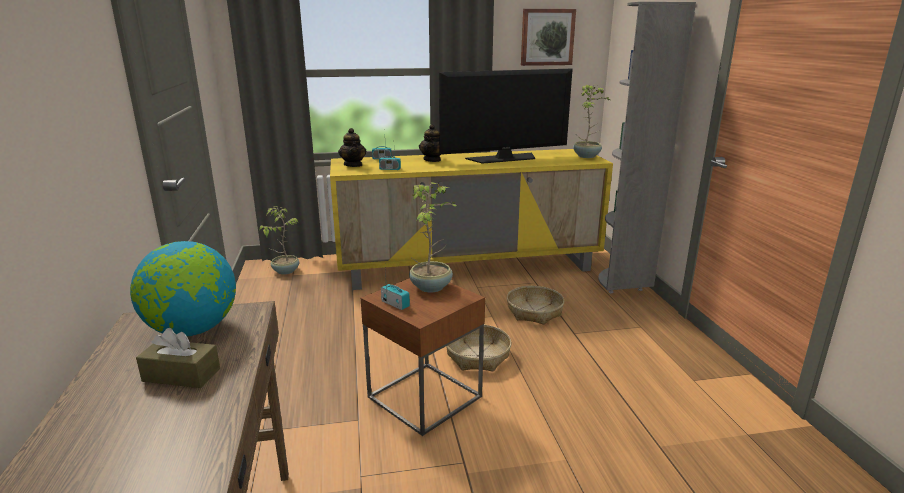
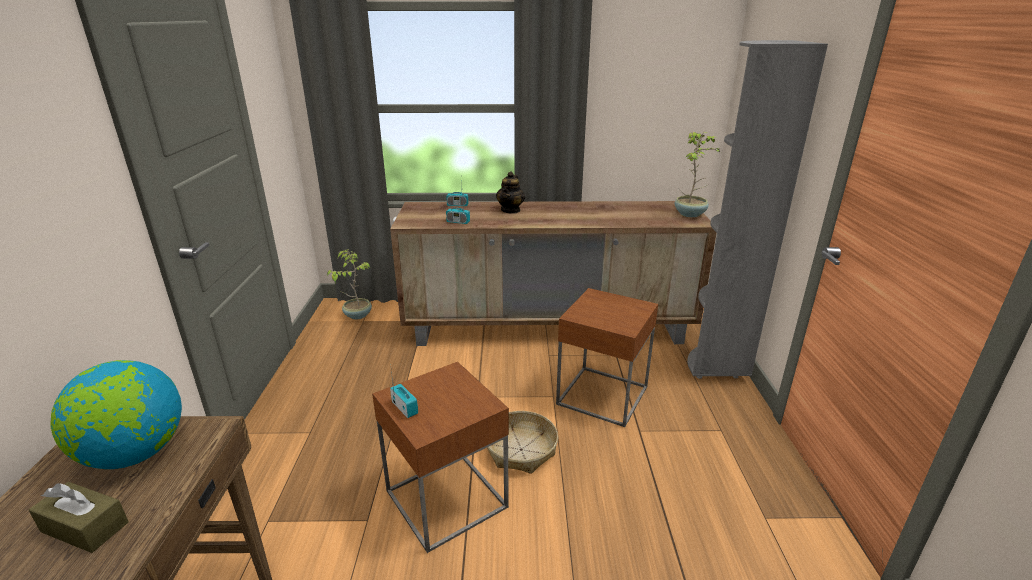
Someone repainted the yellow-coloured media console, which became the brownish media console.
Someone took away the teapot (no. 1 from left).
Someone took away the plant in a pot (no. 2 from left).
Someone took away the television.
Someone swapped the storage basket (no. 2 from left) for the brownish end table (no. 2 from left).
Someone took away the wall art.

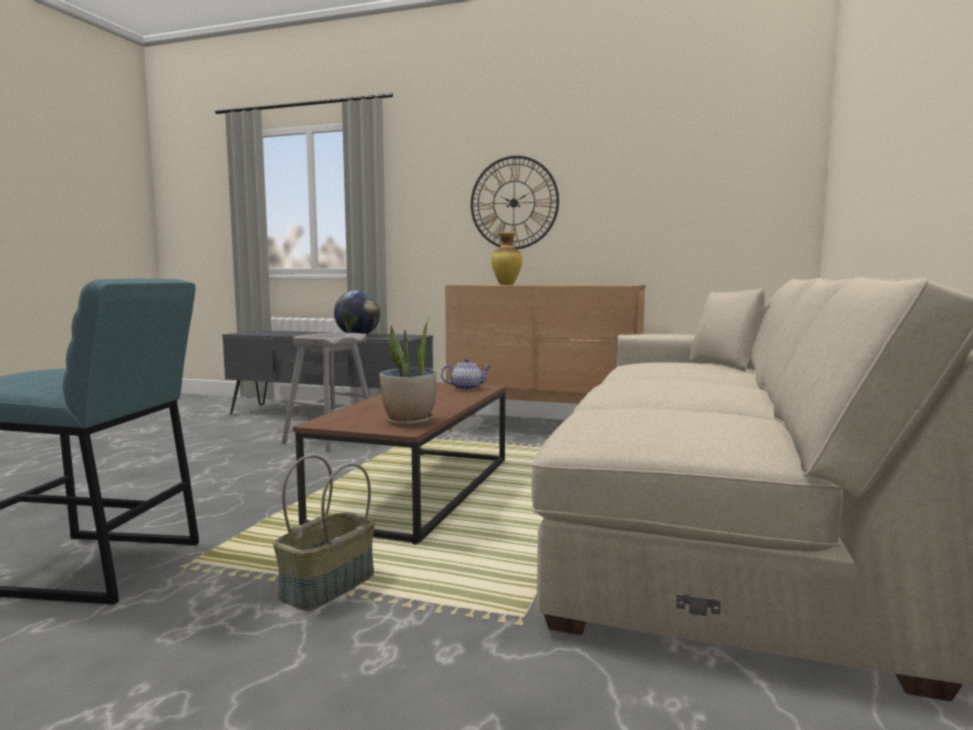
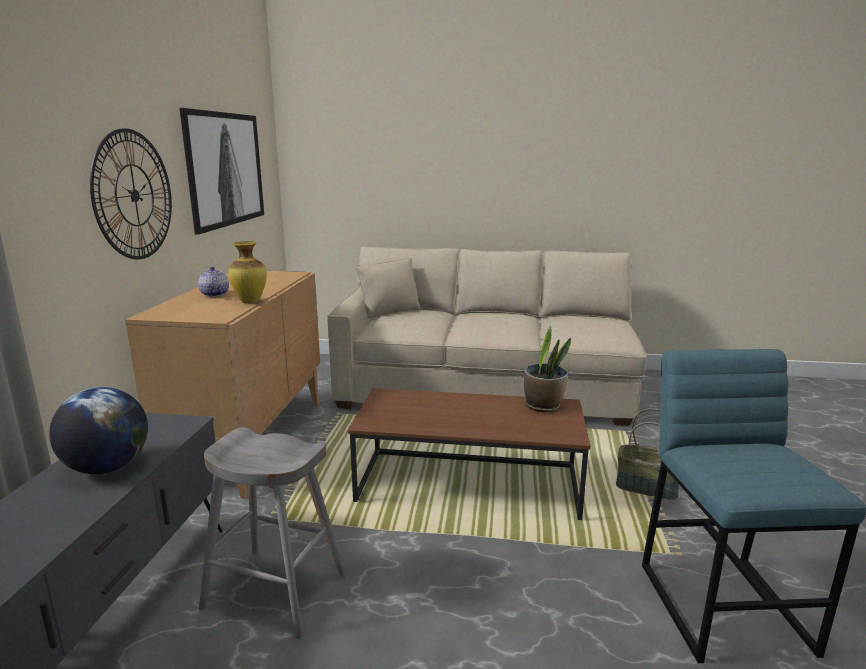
Someone carried the teapot.
Someone put up the wall art.

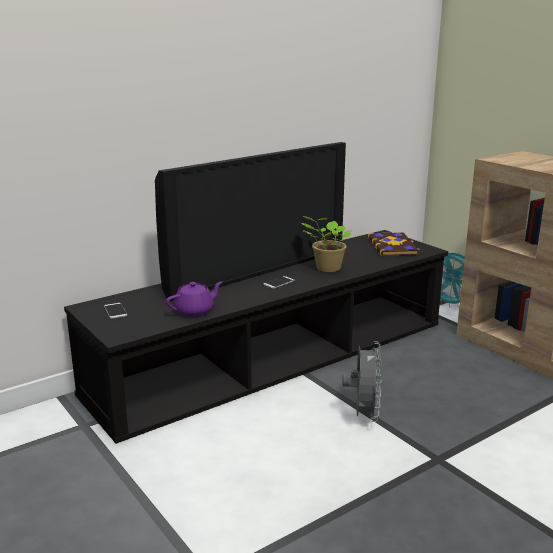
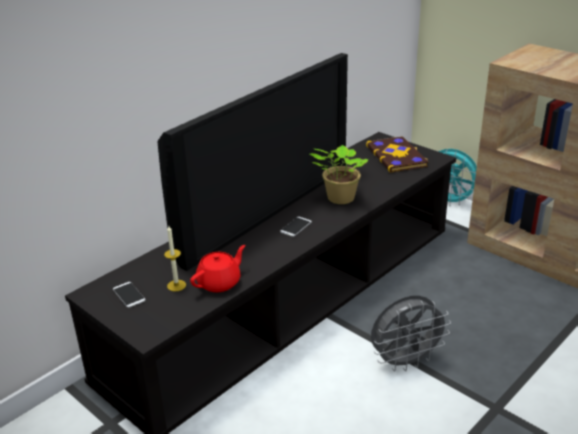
Someone repainted the purplish teapot, which became the red-coloured teapot.
Someone rotated the gray electric fan by 75 degrees clockwise.
Someone put down the candle.

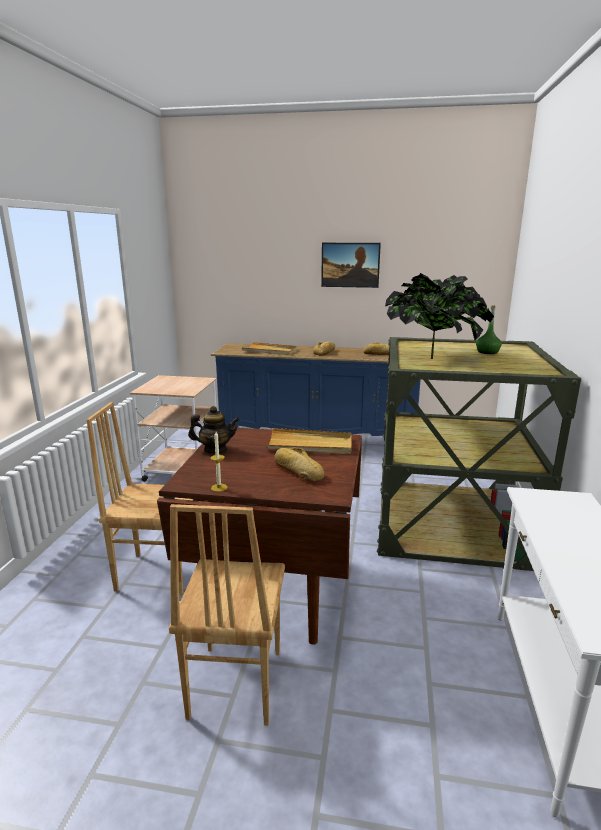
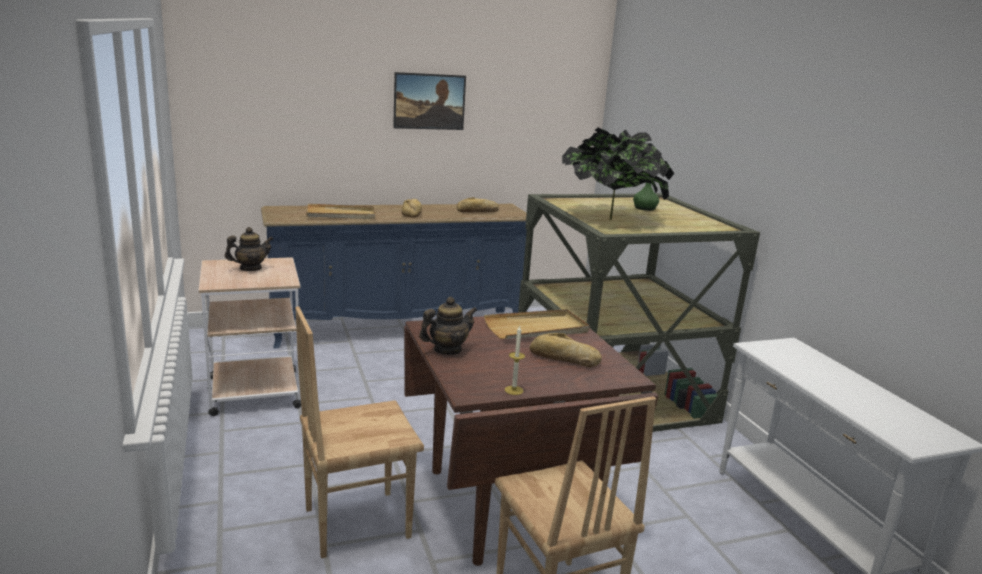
Someone put down the teapot (no. 1 from left).

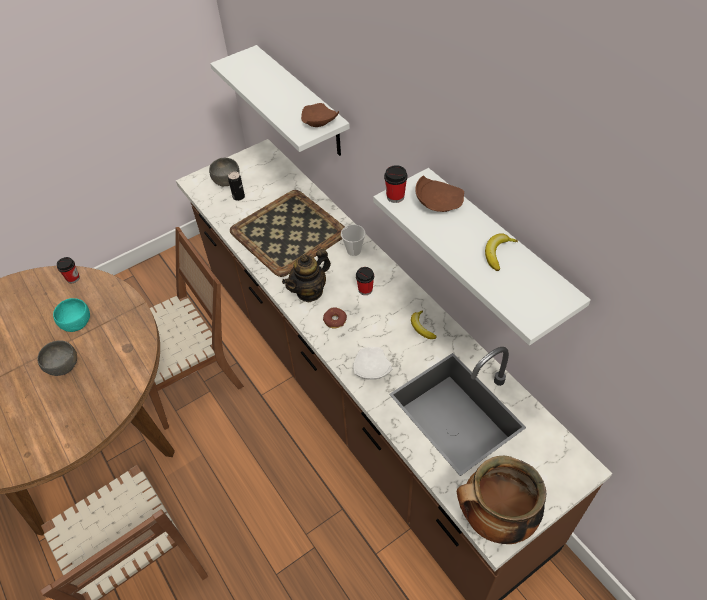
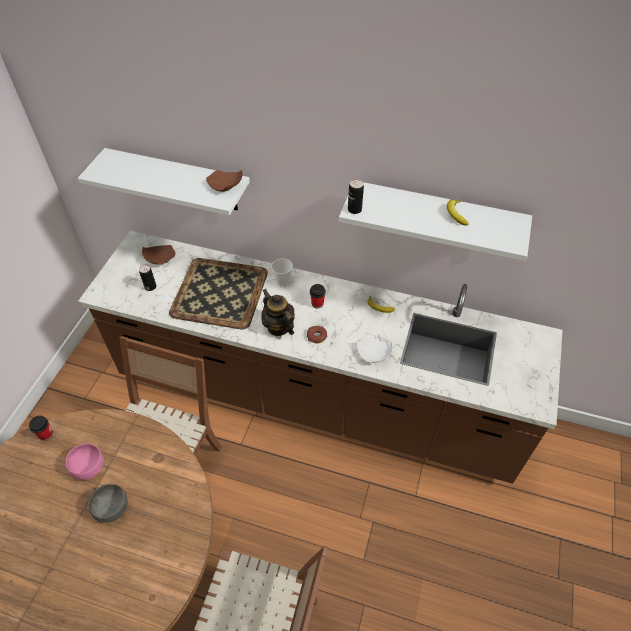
Someone repainted the turquoise-coloured serving bowl, which became the pink serving bowl.
Someone took away the gray serving bowl (no. 2 from left).
Someone rotated the teapot by 135 degrees clockwise.
Someone swapped the drinking cup (no. 4 from left) for the sealed can (no. 2 from left).
Someone carried the brownish plate (no. 2 from left in the first image).
Someone took away the stockpot.

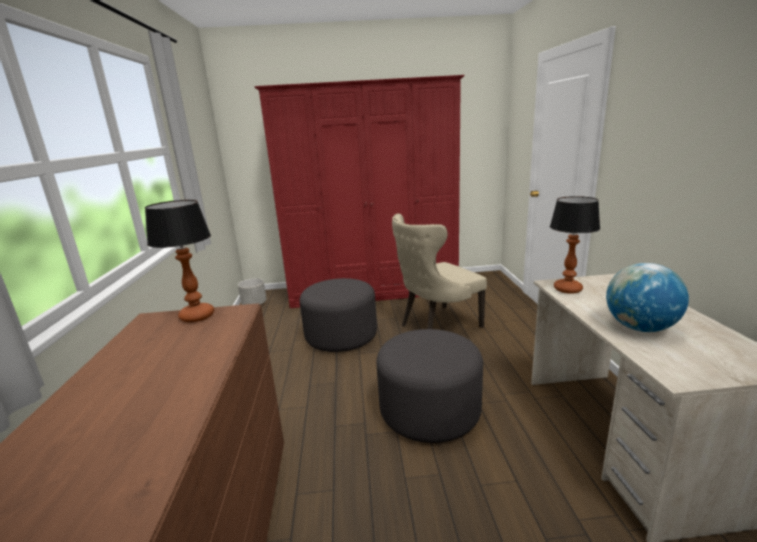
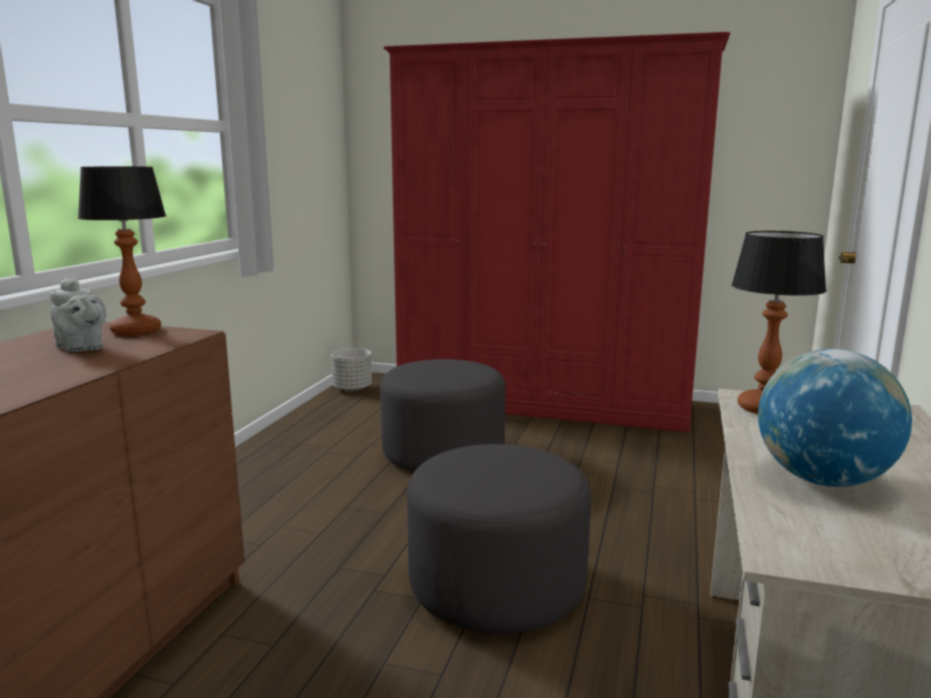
Someone took away the beige plain chair.
Someone put down the gray teapot.

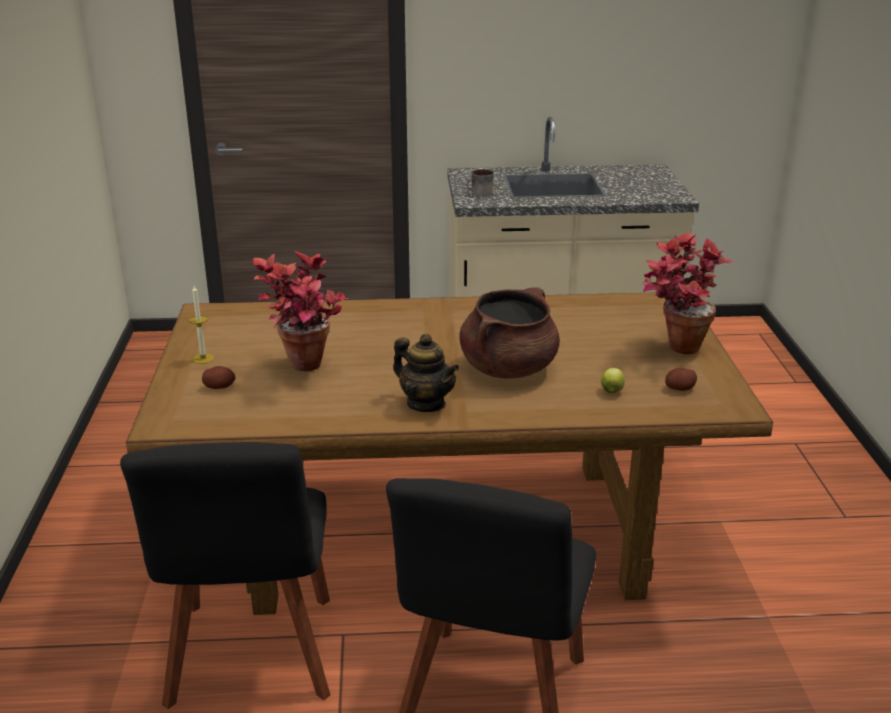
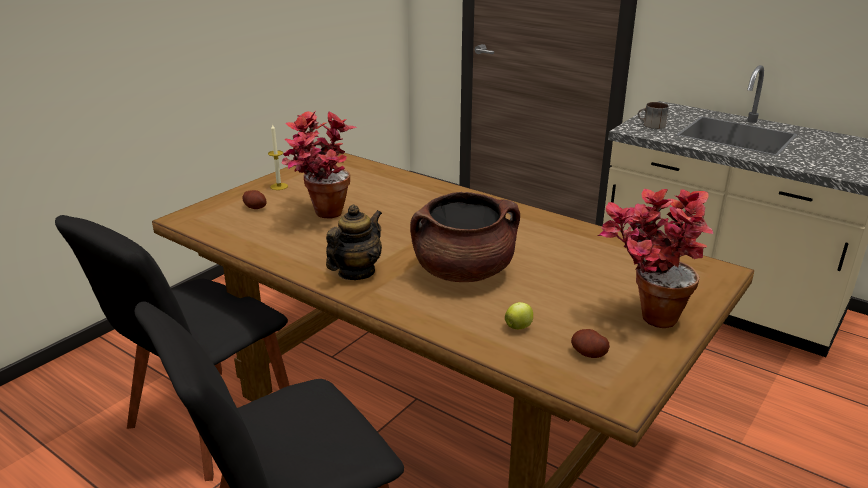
Someone rotated the teapot by 135 degrees counterclockwise.

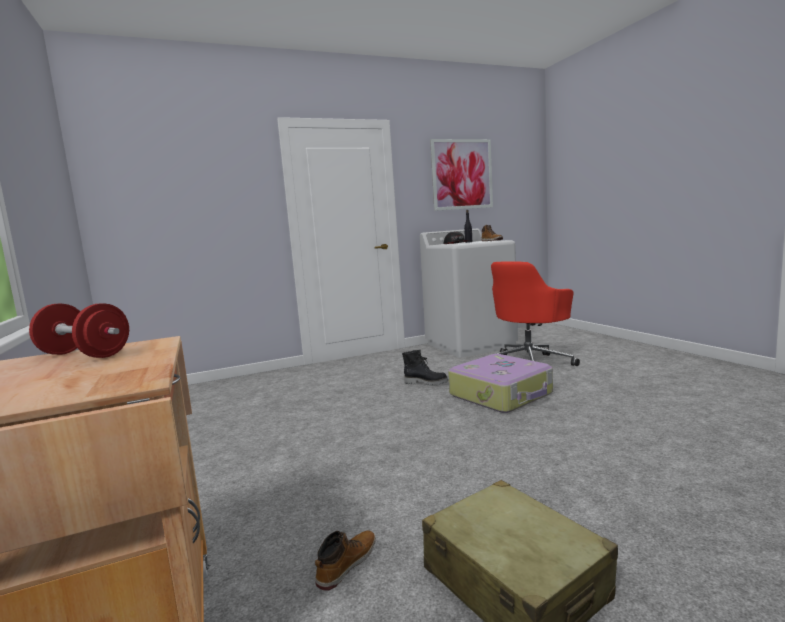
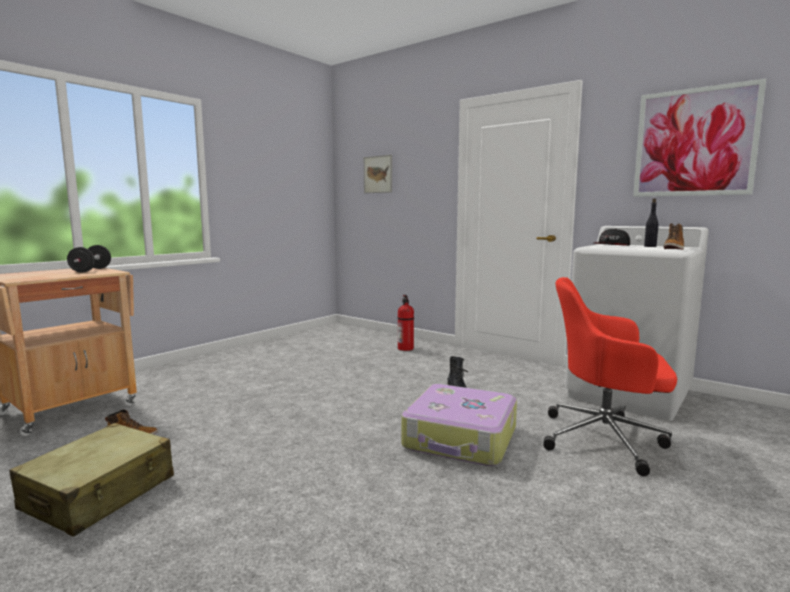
Someone repainted the red-coloured free weight, which became the black-coloured free weight.
Someone put up the wall art (no. 1 from left).
Someone put down the fire extinguisher.

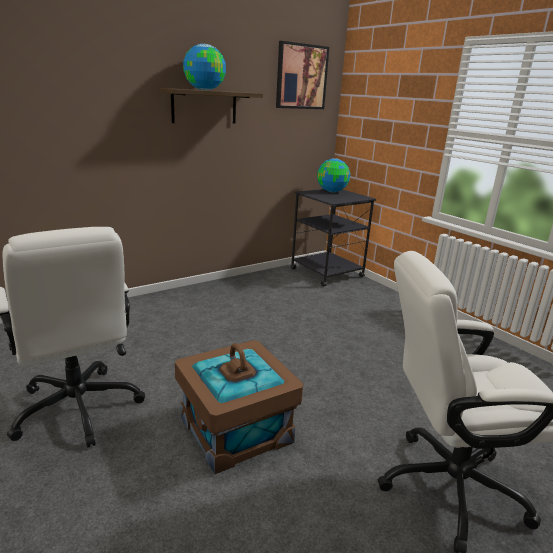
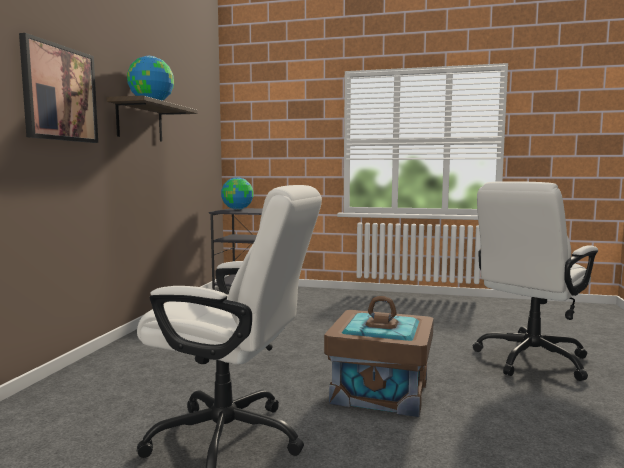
Someone carried the wall art.

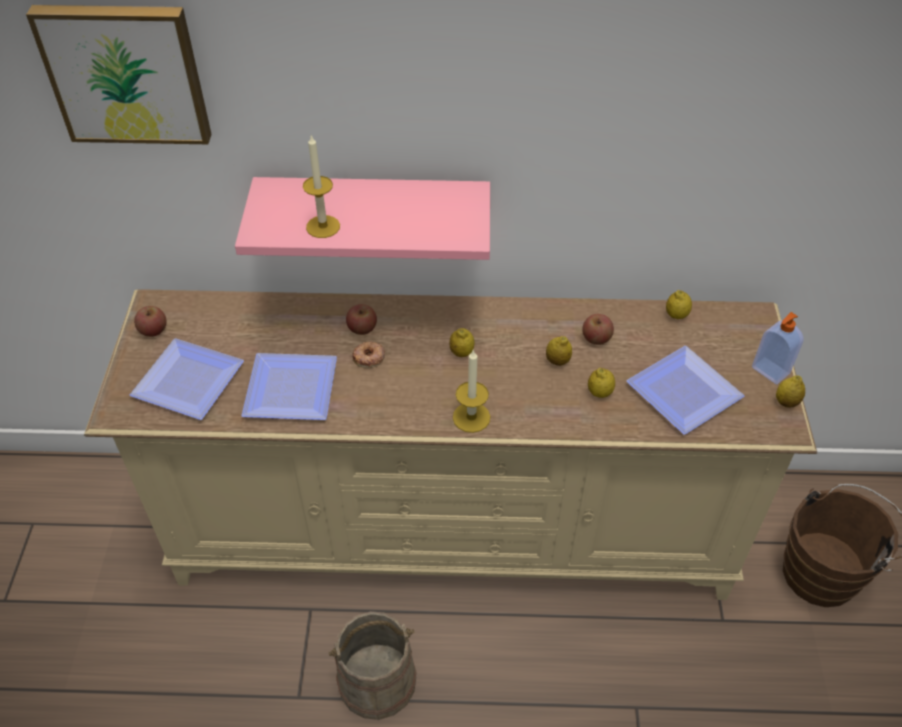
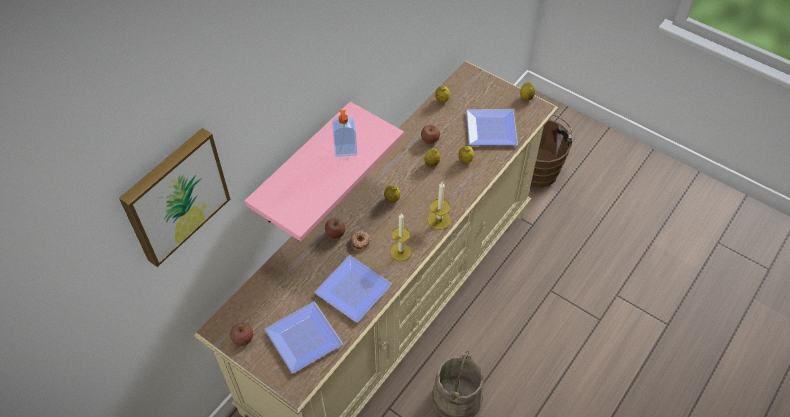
Someone carried the candle (no. 1 from left).
Someone carried the soap dispenser.

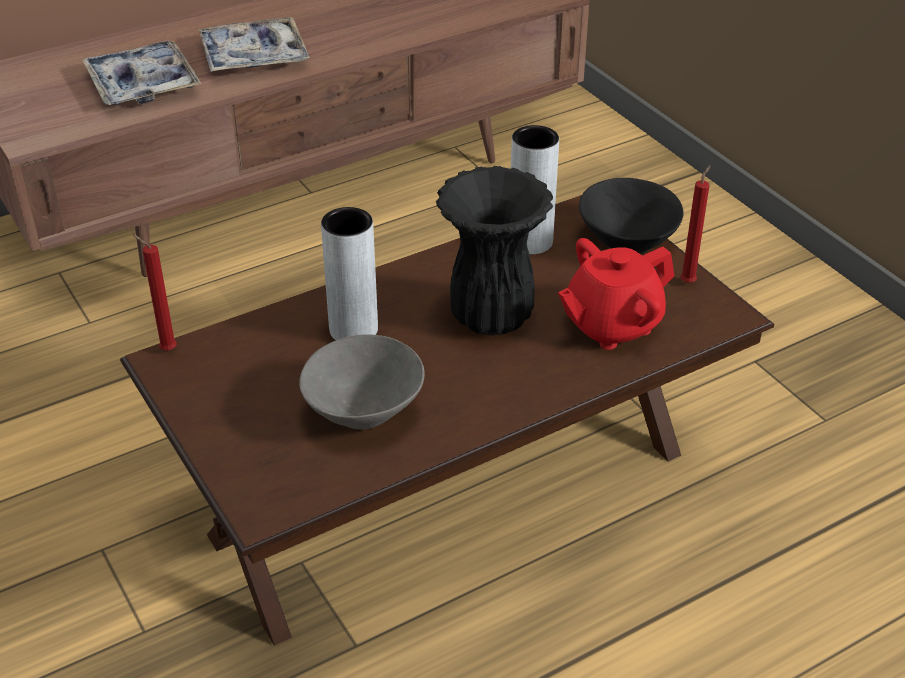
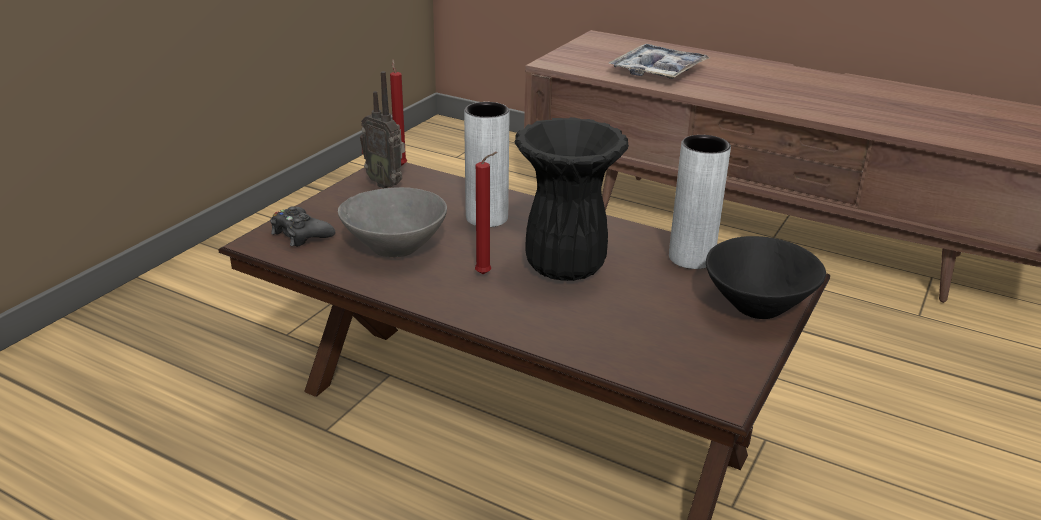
Someone took away the carrying tray (no. 2 from left).
Someone took away the red-coloured teapot.
Someone carried the red-coloured candle (no. 2 from left).
Someone put down the black-coloured joypad.
Someone put down the radio.

